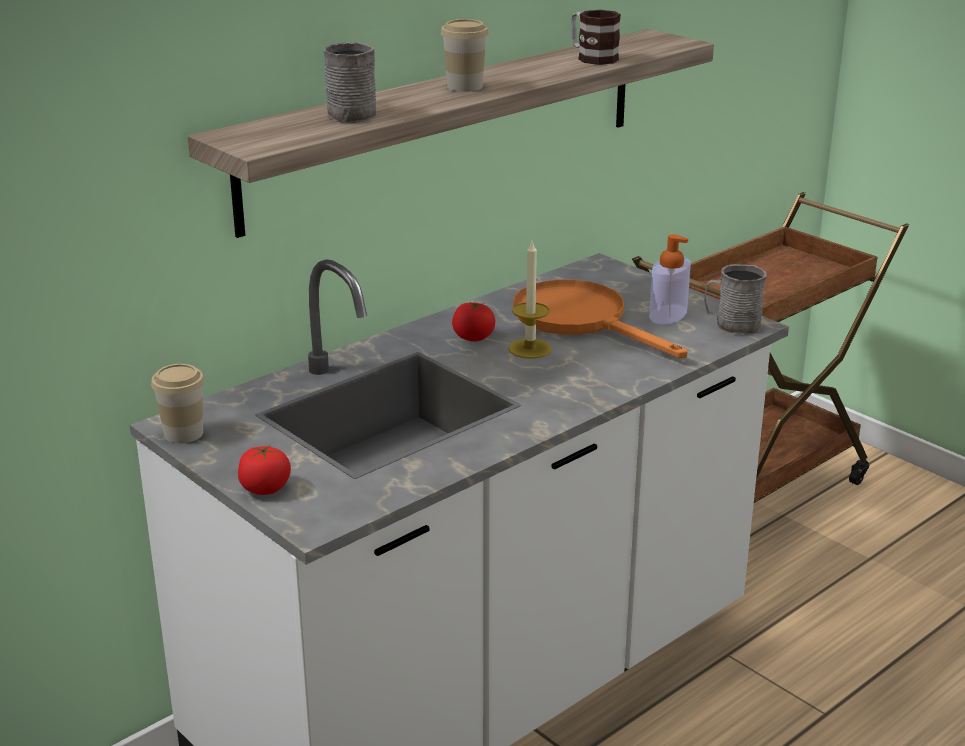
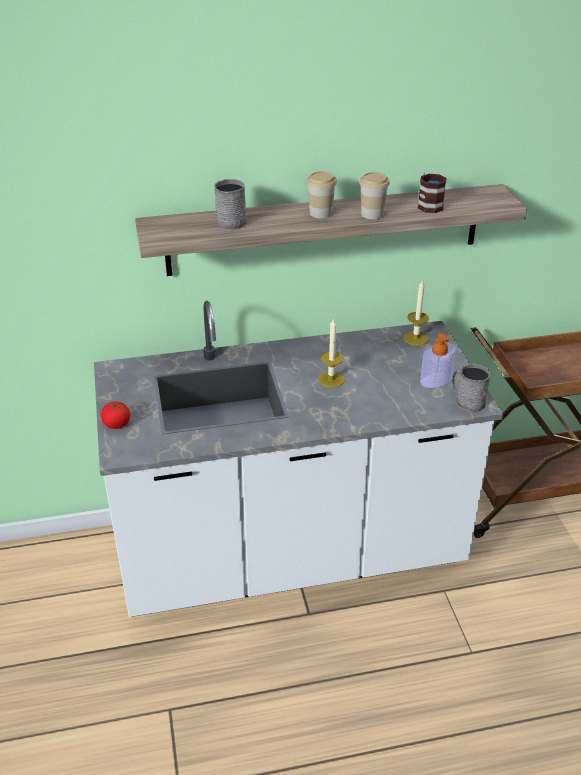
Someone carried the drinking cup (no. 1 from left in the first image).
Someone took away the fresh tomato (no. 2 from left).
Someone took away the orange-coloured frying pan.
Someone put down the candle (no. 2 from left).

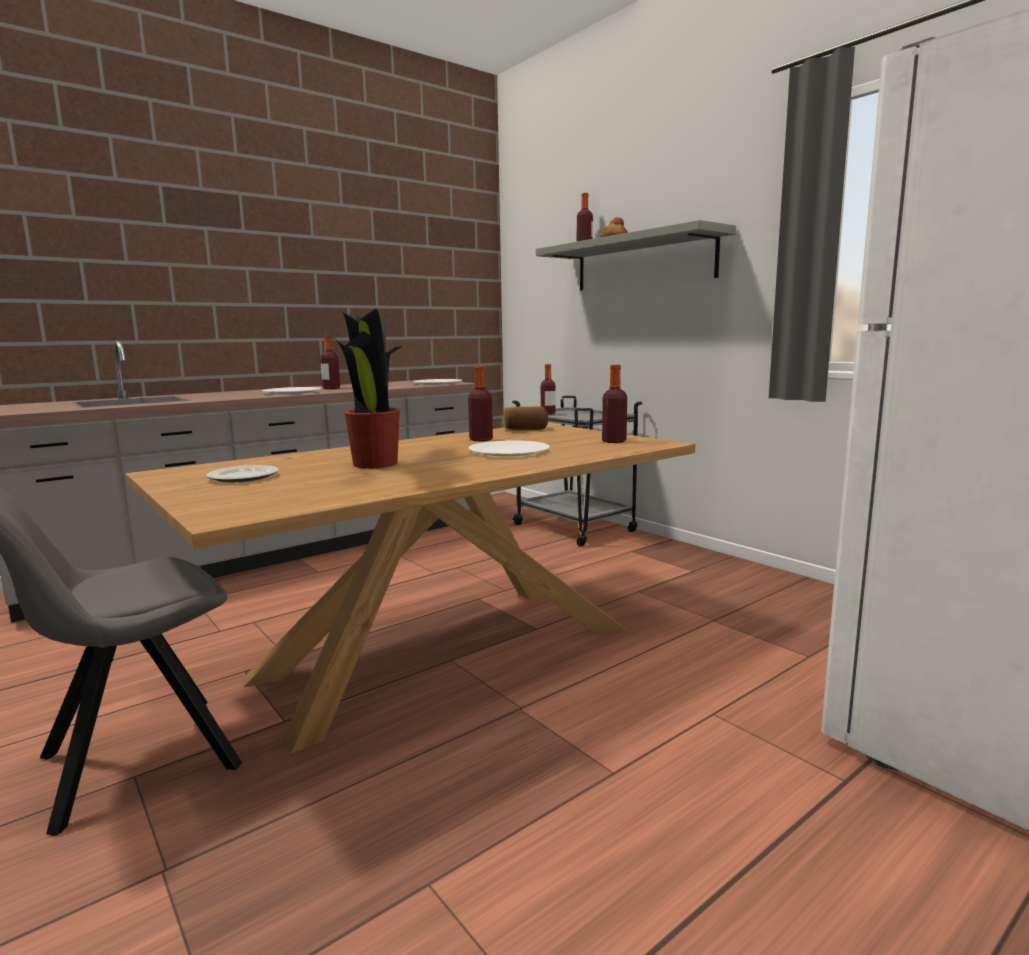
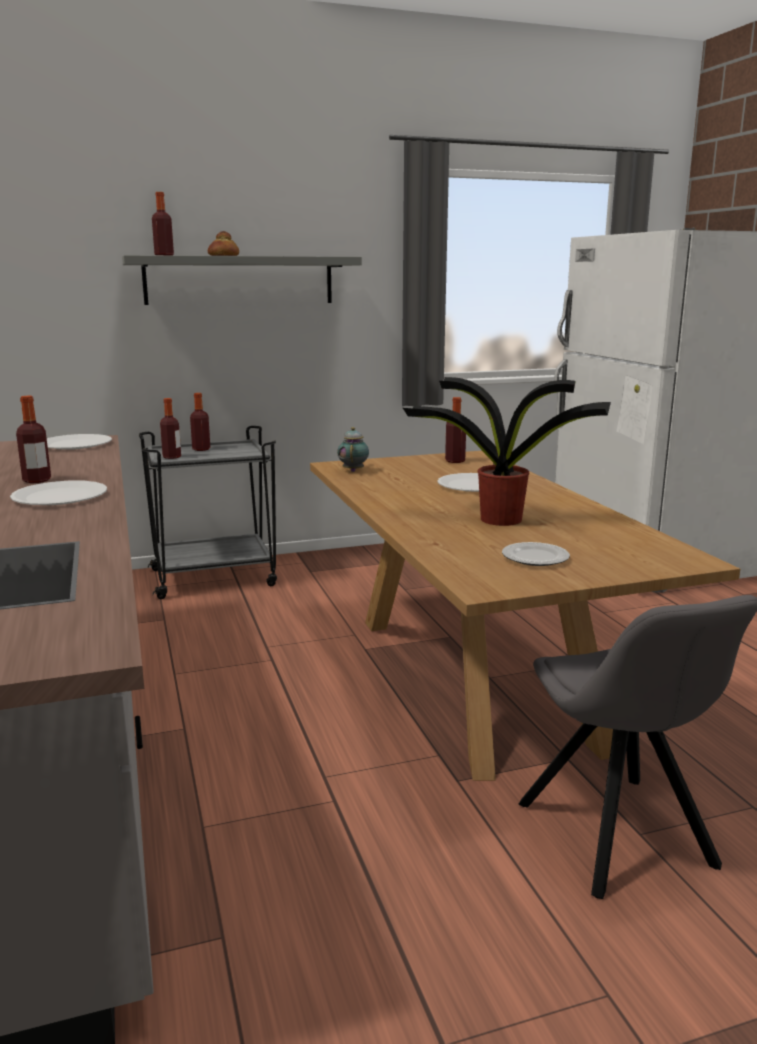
Someone carried the drink bottle (no. 2 from left in the first image).
Someone swapped the bread (no. 1 from left) for the teapot.

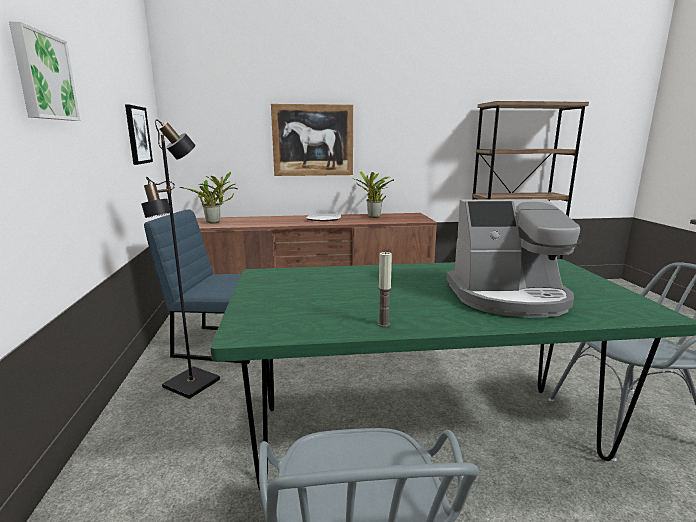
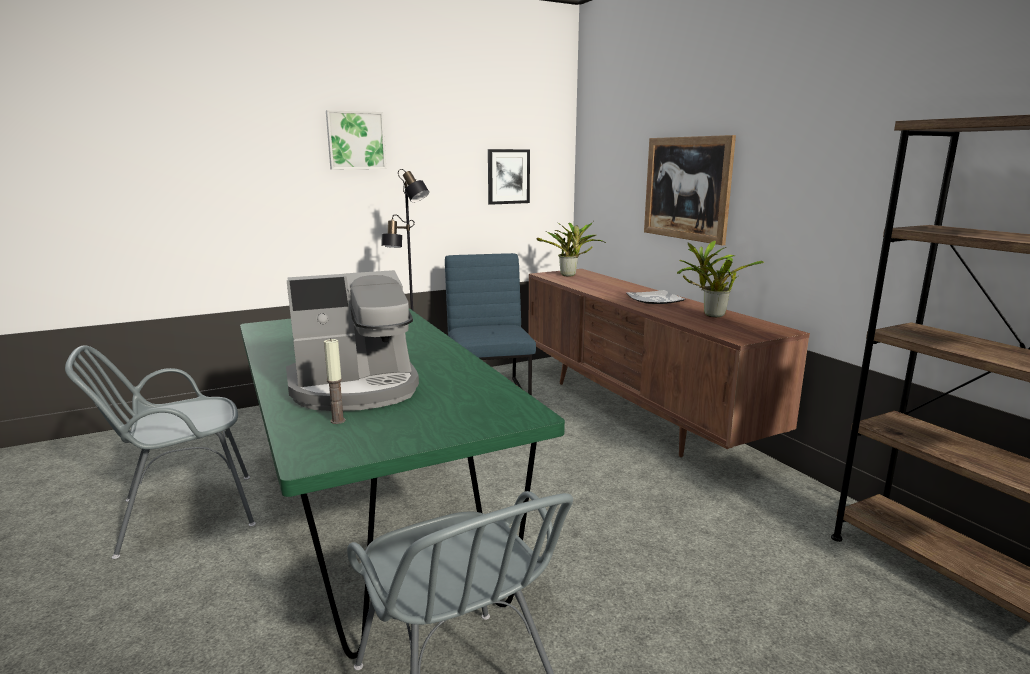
Someone carried the candle.
Someone rotated the coffee brewer by 90 degrees counterclockwise.

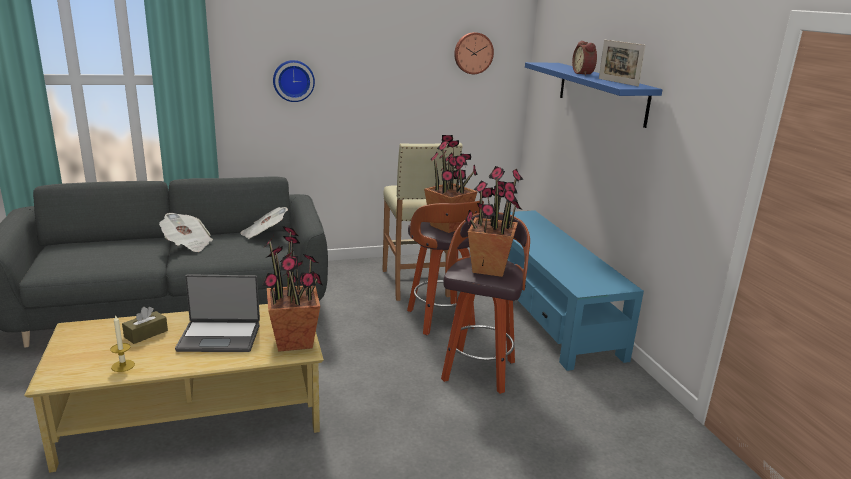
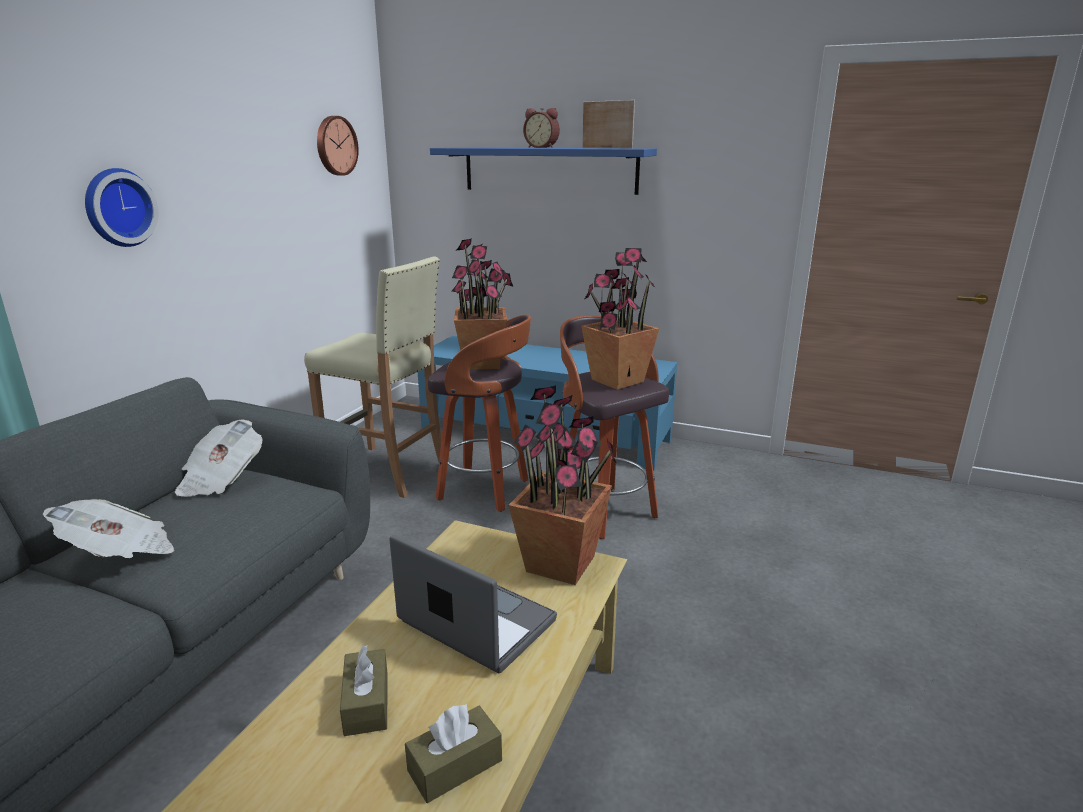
Someone swapped the candle for the brownish tissue box (no. 2 from left).
Someone rotated the notebook computer by 90 degrees counterclockwise.
Someone rotated the picture frame by 150 degrees counterclockwise.

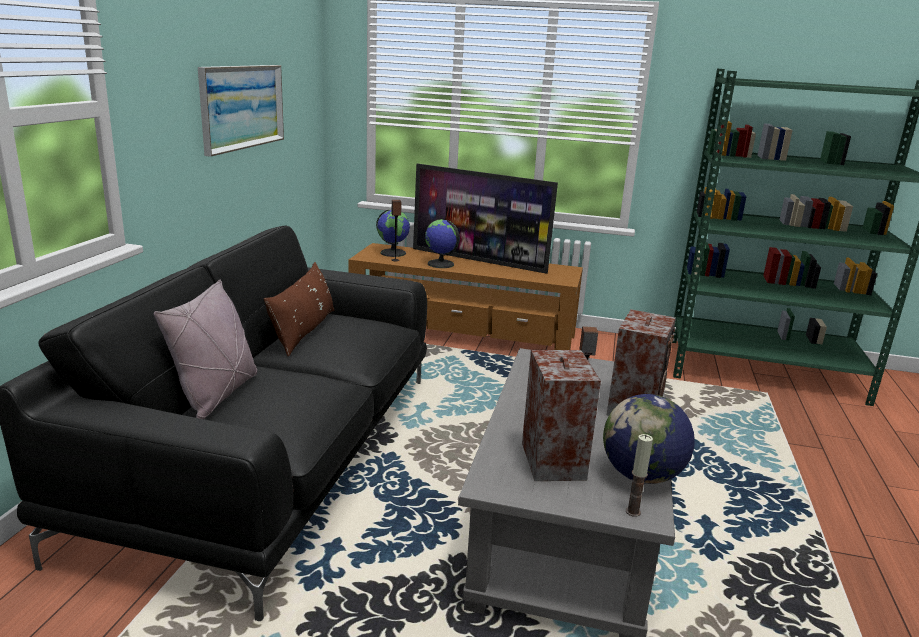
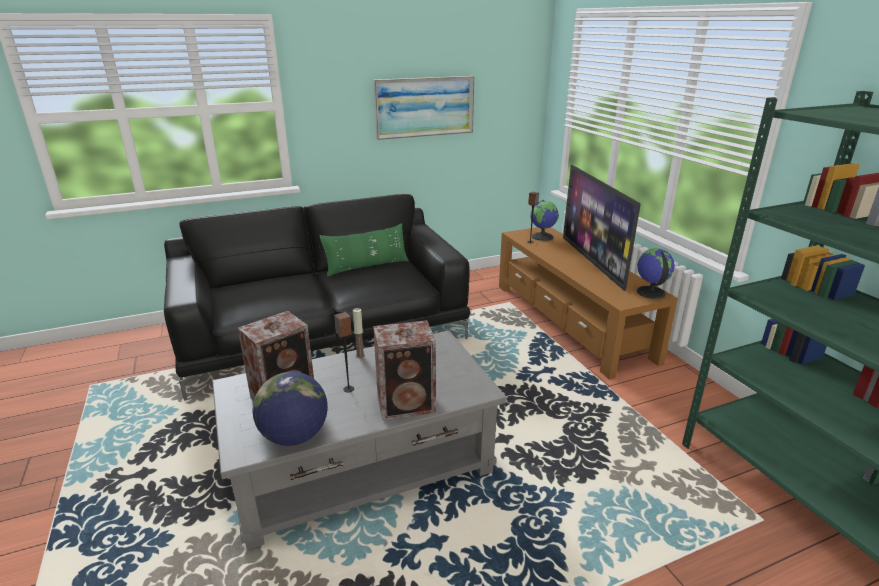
Someone took away the purplish throw pillow.
Someone repainted the brownish throw pillow, which became the green-coloured throw pillow.
Someone carried the desk globe (no. 2 from left in the first image).
Someone carried the candle.

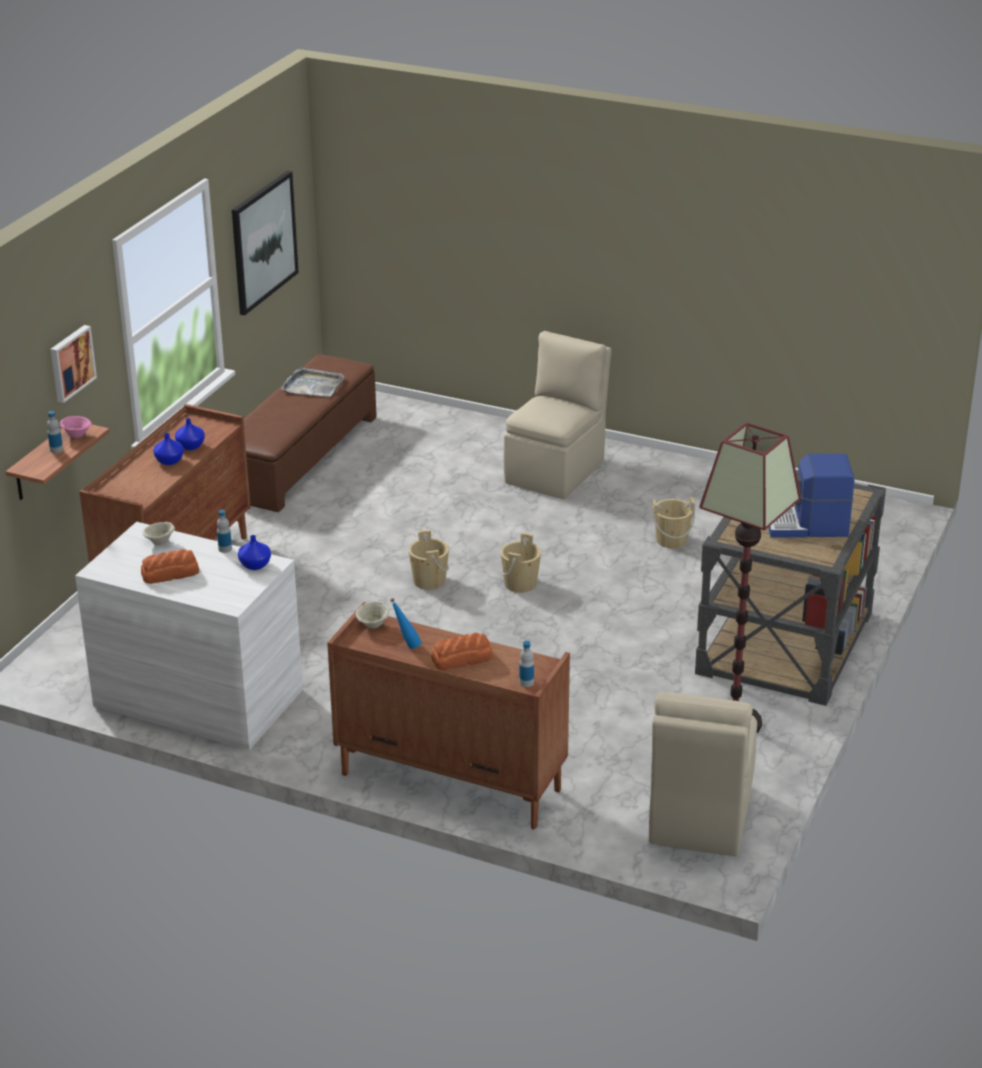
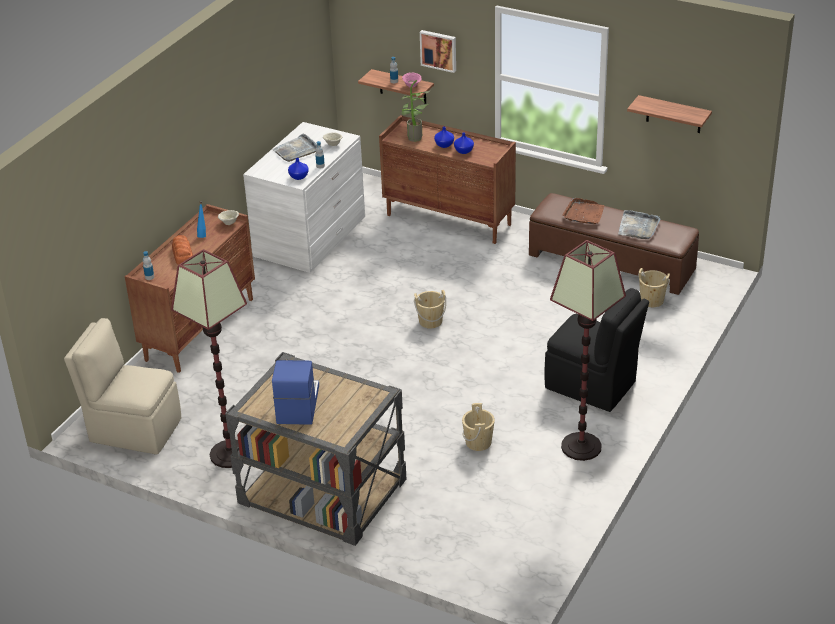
Someone swapped the bread (no. 1 from left) for the gray carrying tray (no. 1 from left).
Someone swapped the wall art (no. 2 from left) for the wall shelf (no. 2 from left).
Someone carried the beige water bucket (no. 2 from left in the first image).
Someone repainted the beige plain chair (no. 1 from left), which became the black-coloured plain chair.
Someone put down the plant in a pot.
Someone put down the floor lamp (no. 2 from left).
Someone put down the brownish carrying tray.

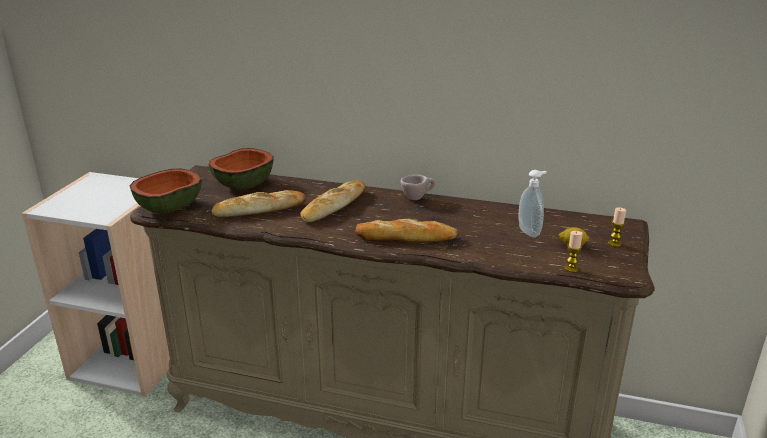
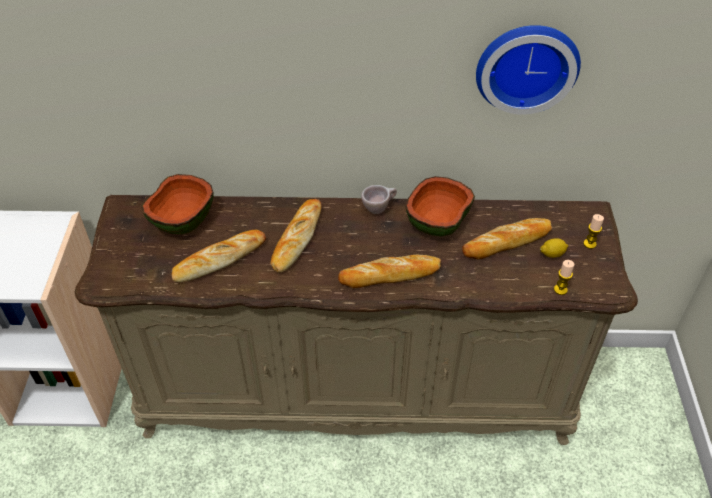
Someone carried the serving bowl (no. 1 from left in the first image).
Someone swapped the soap dispenser for the bread (no. 4 from left).
Someone put up the wall clock.

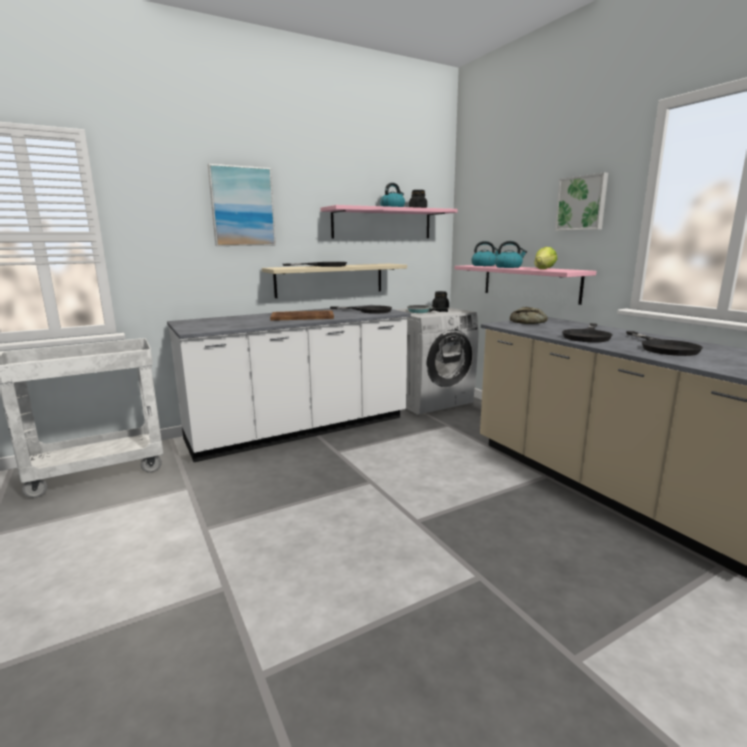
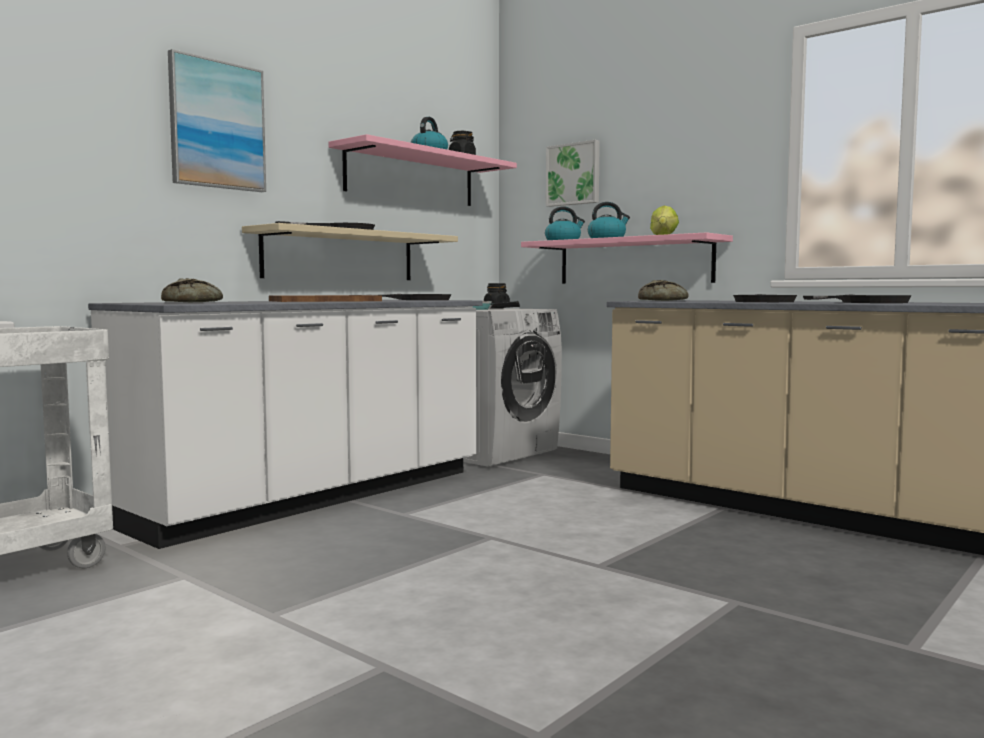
Someone carried the wall art (no. 2 from left).
Someone put down the bread (no. 1 from left).

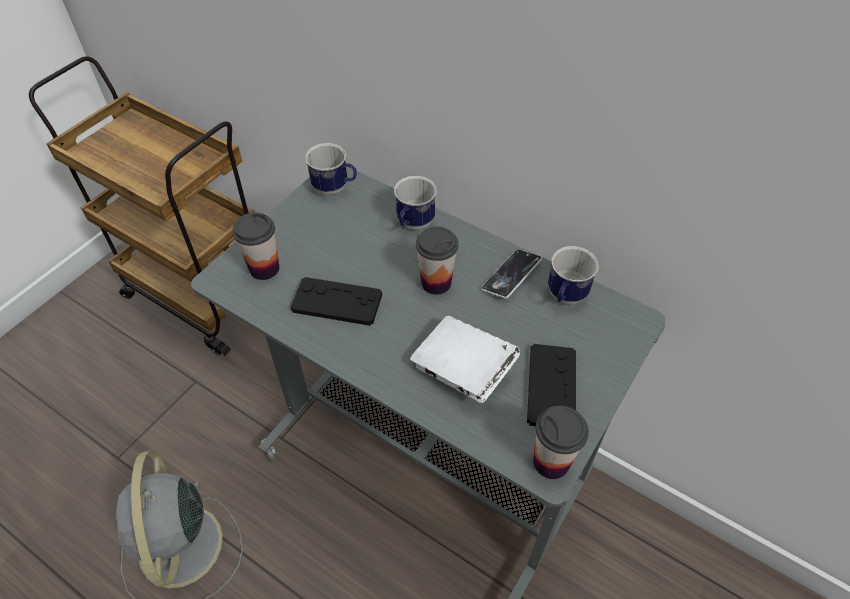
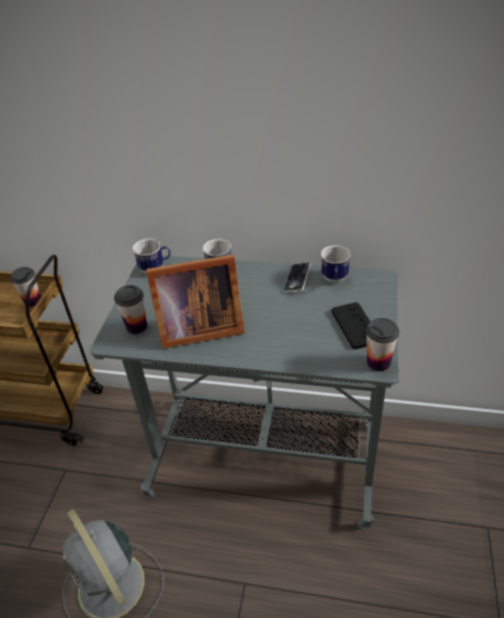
Someone swapped the black-coloured joypad (no. 1 from left) for the picture frame.
Someone took away the white-coloured volume.
Someone carried the drinking cup (no. 2 from left in the first image).

